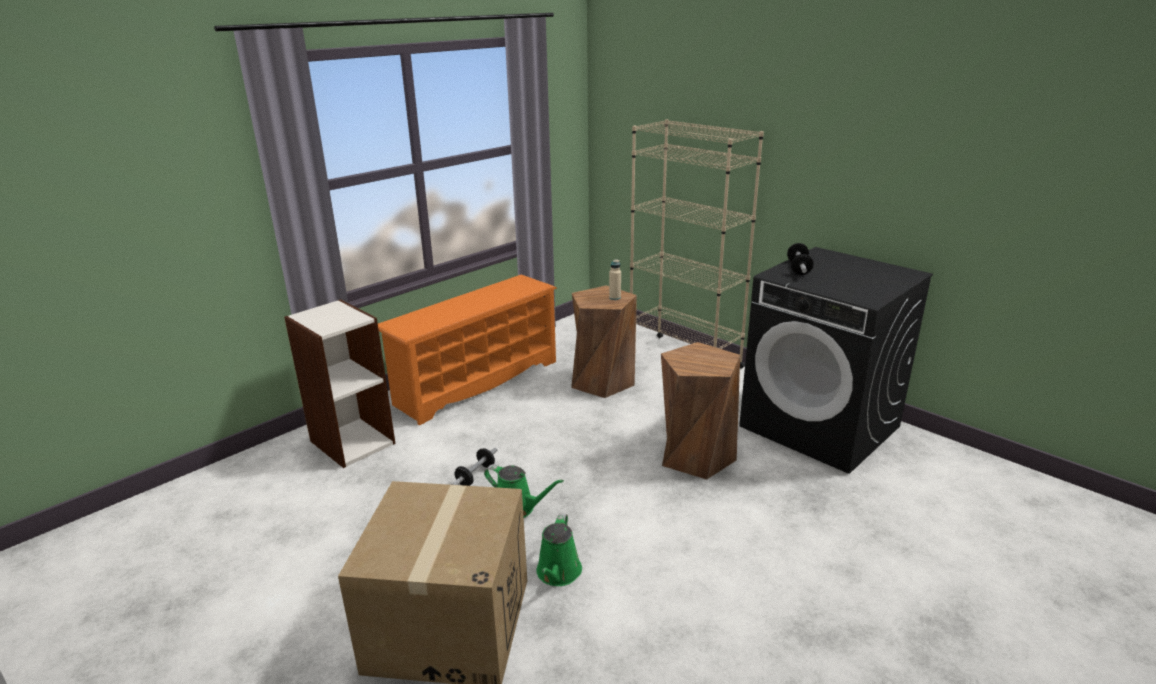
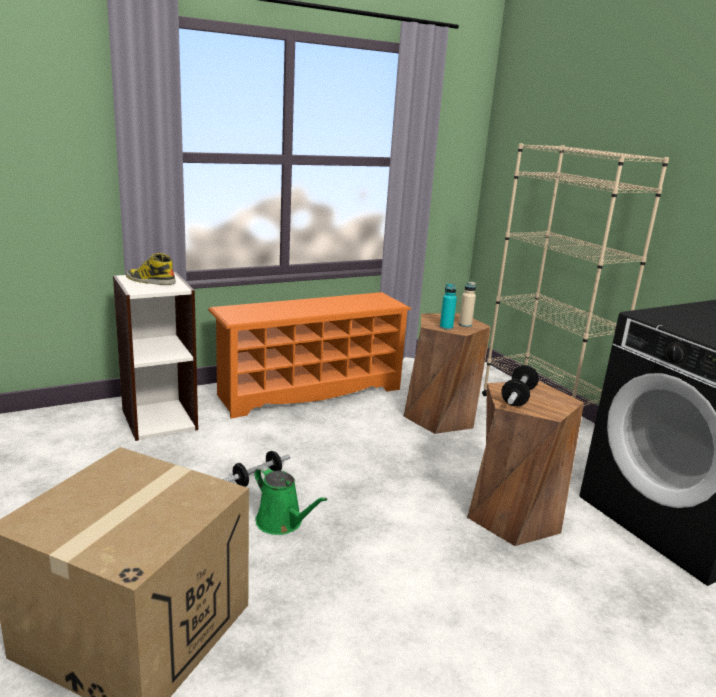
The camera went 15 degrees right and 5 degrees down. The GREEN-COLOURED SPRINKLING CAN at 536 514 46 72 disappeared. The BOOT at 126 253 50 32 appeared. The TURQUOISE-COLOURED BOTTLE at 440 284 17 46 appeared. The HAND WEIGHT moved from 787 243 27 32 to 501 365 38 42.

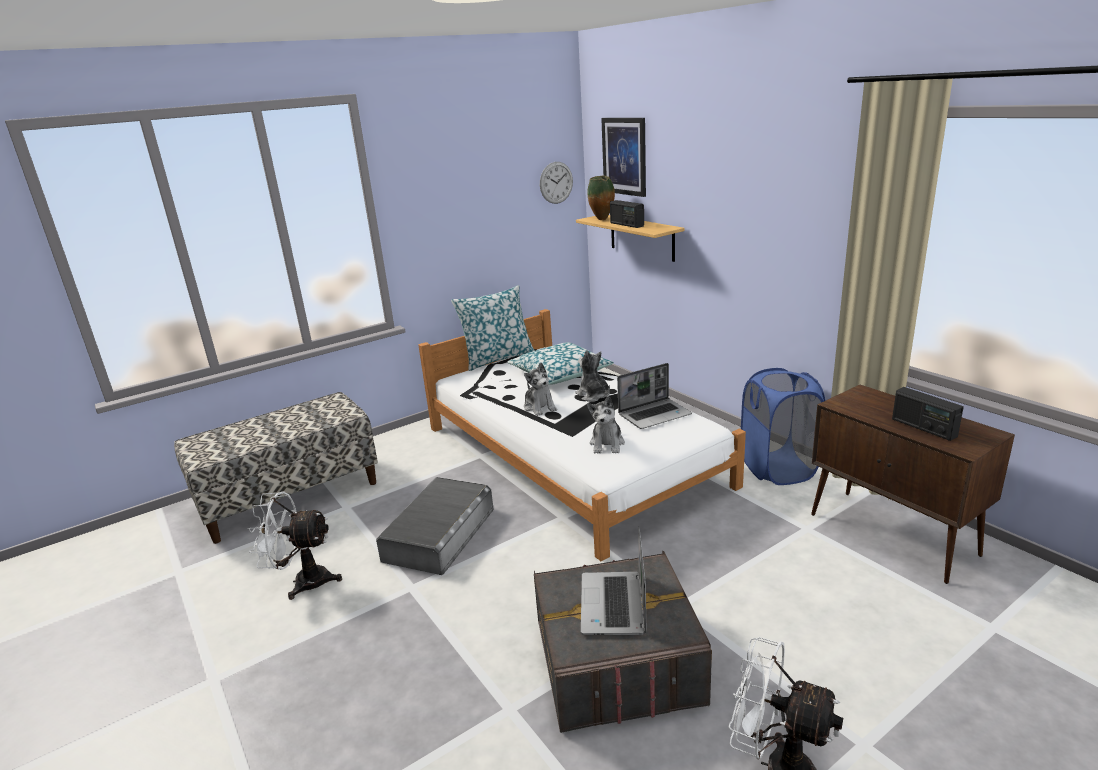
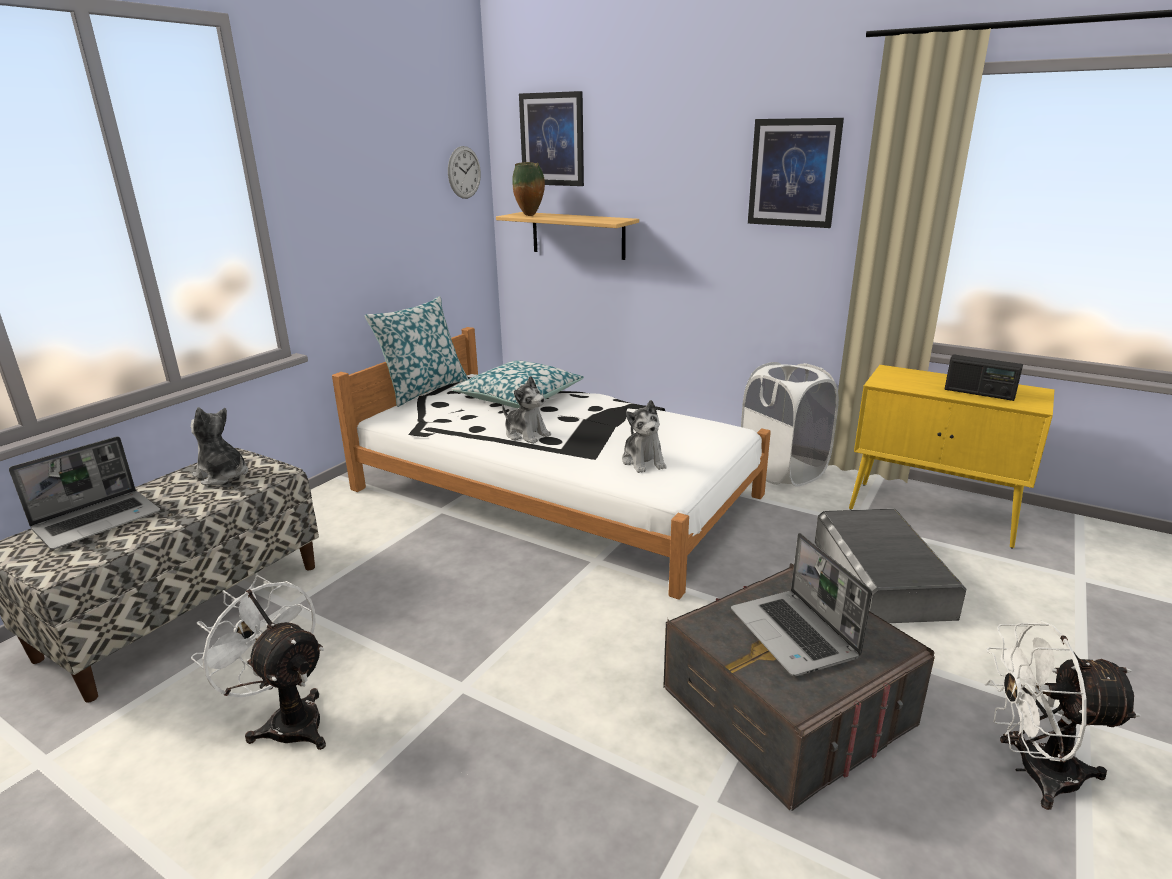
The camera went 25 degrees left and 0 degrees up. The RADIO RECEIVER at 610 200 34 28 disappeared. The PICTURE at 748 118 96 110 appeared. The GREY STORAGE CONTAINER moved from 376 477 118 98 to 815 509 151 114. The SOFT TOY moved from 575 350 35 52 to 191 407 57 79. The NOTEBOOK COMPUTER moved from 617 363 75 66 to 9 436 151 114. The BLUE-COLOURED HAMPER at 741 368 84 117 became the WHITISH HAMPER at 741 362 98 125. The BROWNISH STORAGE CABINET at 811 385 204 199 became the YELLOWISH STORAGE CABINET at 849 365 205 183. The WHITISH ELECTRIC FAN at 247 491 95 109 turned 60 degrees clockwise.

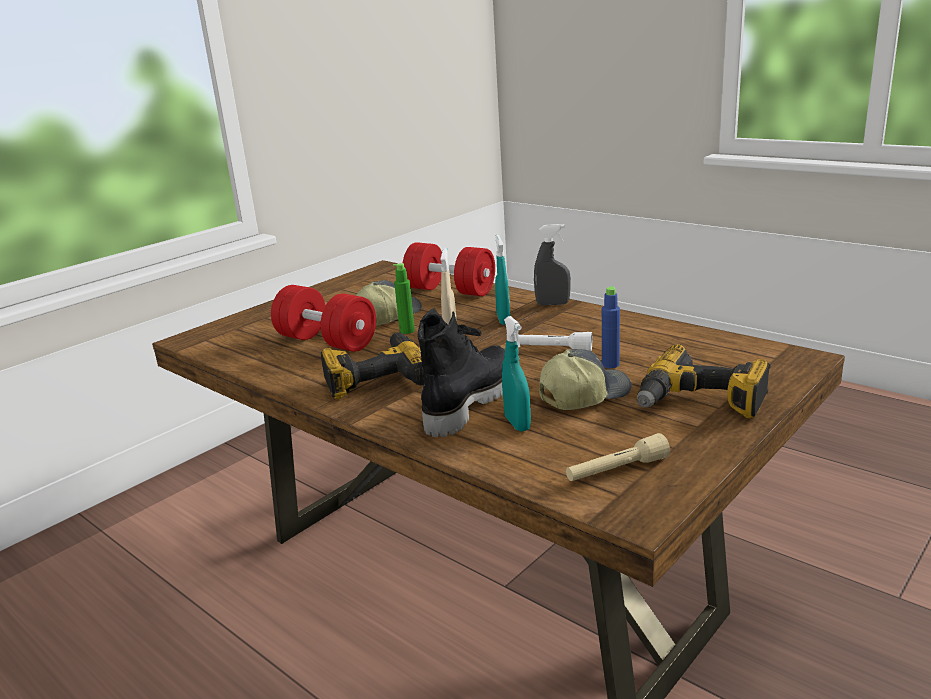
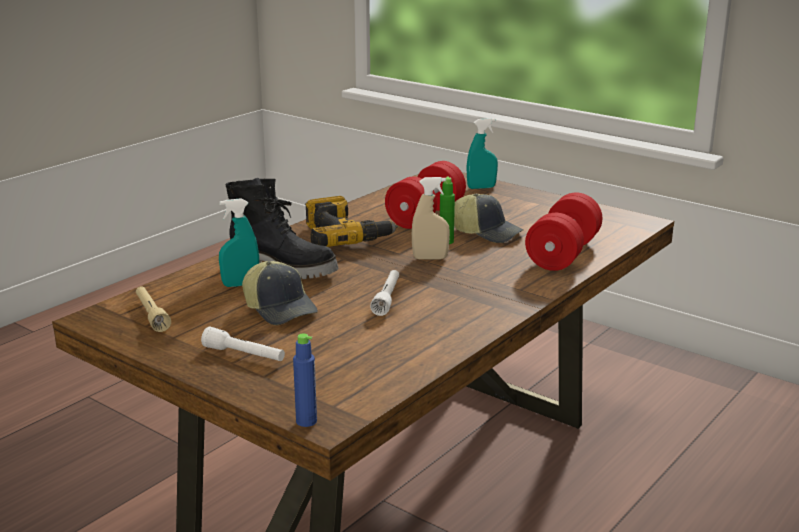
The camera went 85 degrees right and 0 degrees up. The GREY HAND SPRAYER at 534 224 37 81 disappeared. The TURQUOISE-COLOURED HAND SPRAYER moved from 495 234 15 91 to 466 118 32 71. The BLUE-COLOURED BOTTLE moved from 602 286 18 82 to 293 333 24 94. The POWER DRILL at 637 344 134 74 was replaced by the WHITISH TORCH at 201 327 84 34.

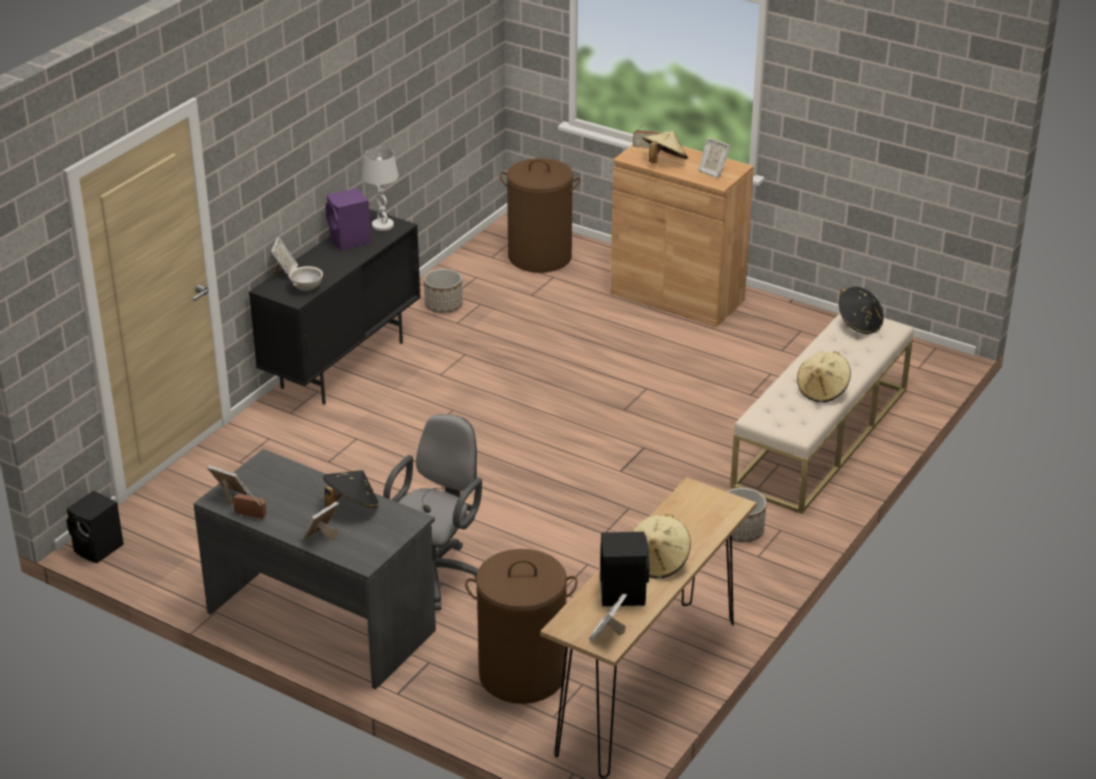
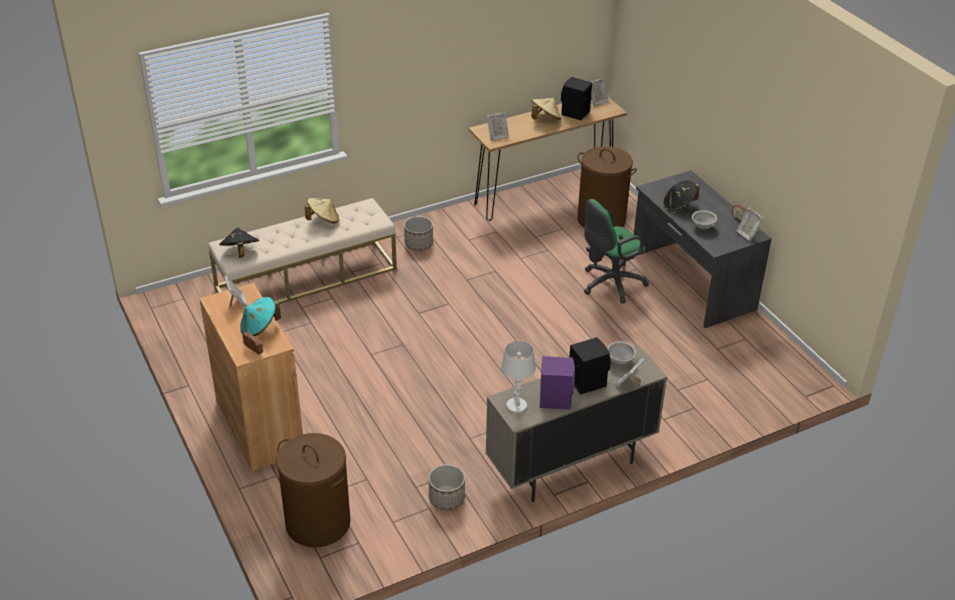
The camera went 150 degrees left and 5 degrees up. The GREY BOWL at 692 210 25 20 appeared. The BLACK-COLOURED LOUDSPEAKER moved from 66 491 58 72 to 569 337 42 58. The PICTURE FRAME moved from 301 502 39 38 to 487 113 22 28. The BLACK-COLOURED STORAGE CABINET at 249 209 172 196 became the BEIGE-COLOURED STORAGE CABINET at 486 344 181 158. The GREY OFFICE CHAIR at 383 414 99 197 became the GREEN-COLOURED OFFICE CHAIR at 584 199 65 104. The BEIGE-COLOURED WEARABLE HAT at 642 131 46 33 became the TURQUOISE-COLOURED WEARABLE HAT at 240 297 41 39.

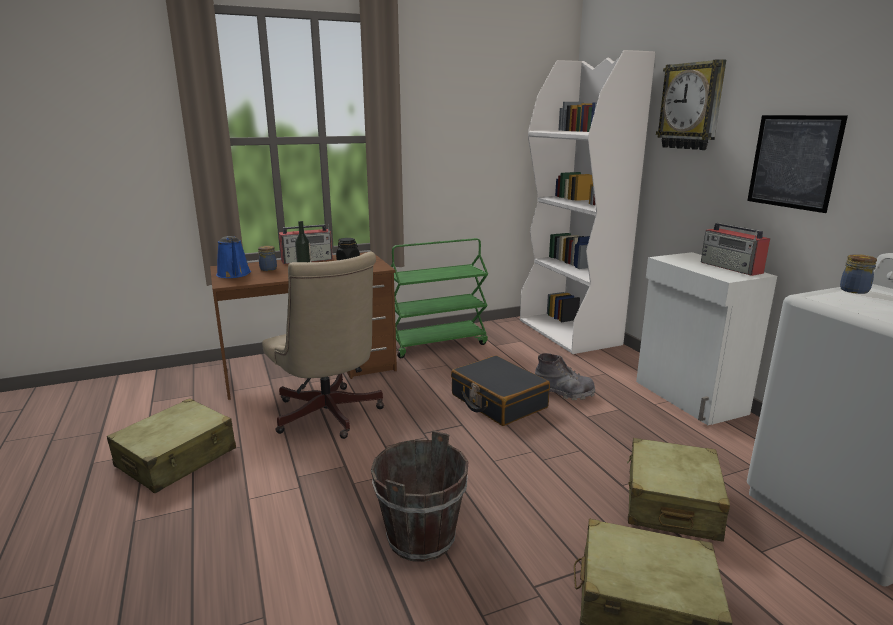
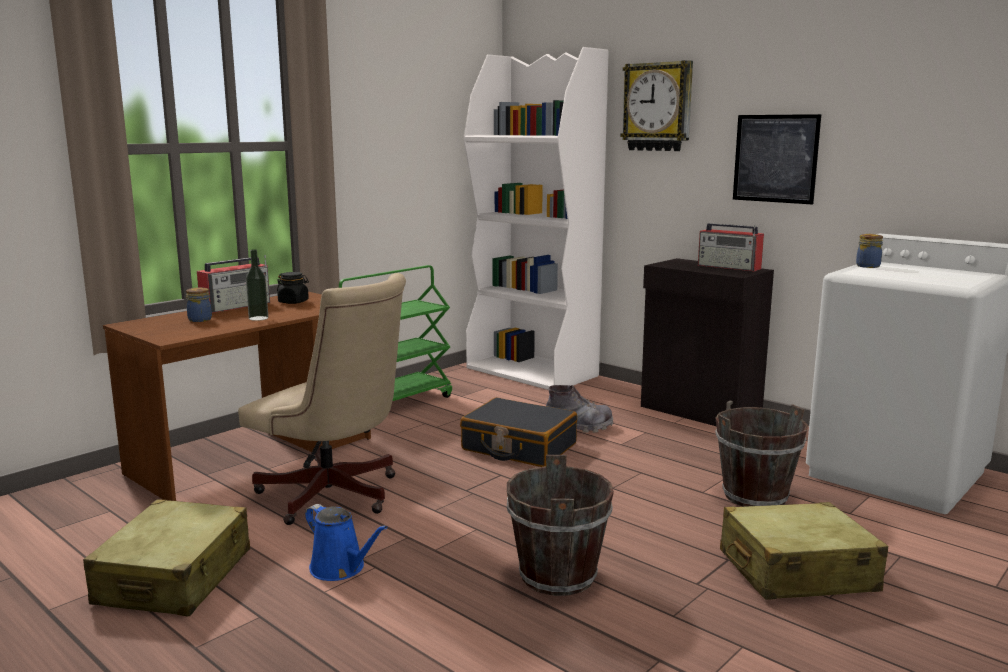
The camera went 25 degrees left and 5 degrees down. The BLUE-COLOURED SPRINKLING CAN moved from 216 236 35 42 to 305 504 83 77. The BEIGE-COLOURED SUITCASE at 627 438 103 104 was replaced by the BROWNISH PAIL at 715 405 93 102. The WHITISH STORAGE CABINET at 636 252 141 173 became the BLACK-COLOURED STORAGE CABINET at 641 258 133 168.

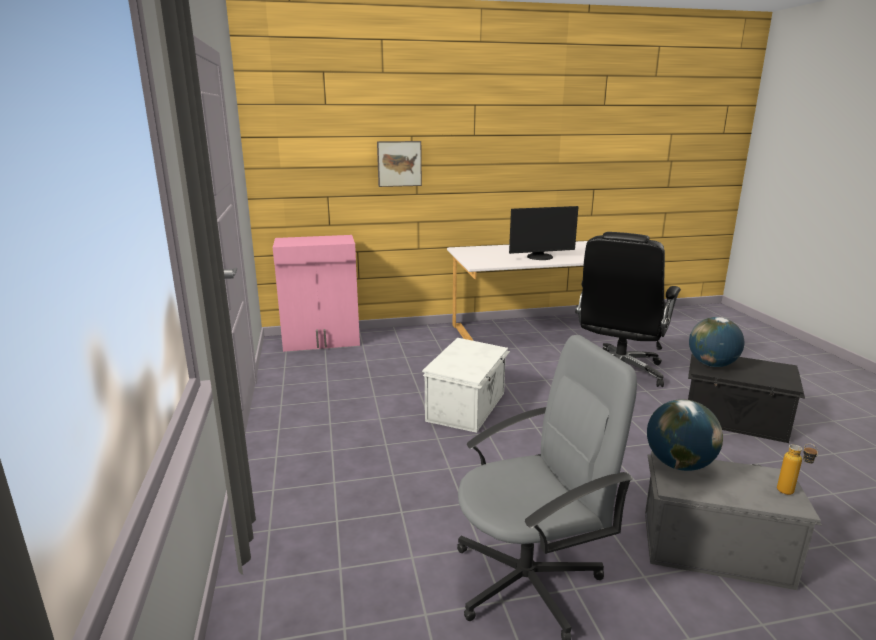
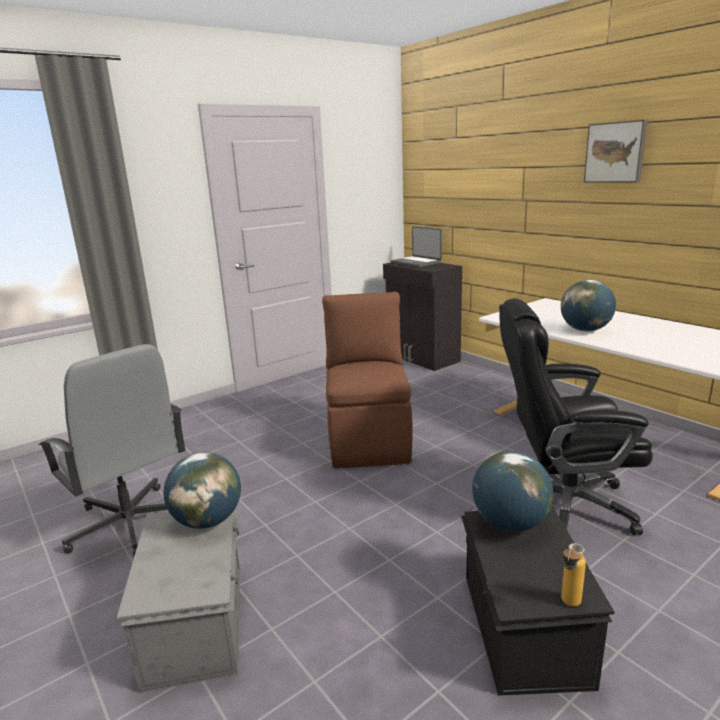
The camera went 65 degrees right and 0 degrees up. The NOTEBOOK COMPUTER at 391 226 51 41 appeared. The PICTURE moved from 377 141 45 46 to 584 120 64 62. The BOTTLE moved from 777 443 41 52 to 561 543 25 63. The WHITISH STORAGE CONTAINER at 422 338 88 95 was replaced by the BROWNISH UPRIGHT CHAIR at 322 292 91 176. The MONITOR at 509 206 70 54 was replaced by the DESK GLOBE at 561 280 55 51. The PINK-COLOURED STORAGE CABINET at 273 235 87 117 became the BLACK-COLOURED STORAGE CABINET at 383 263 79 108.

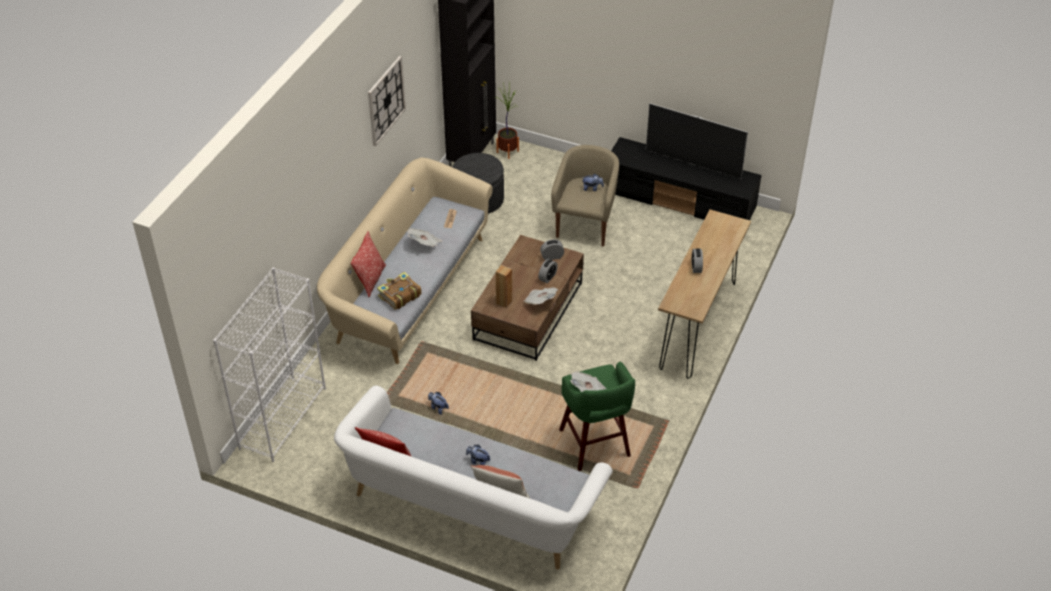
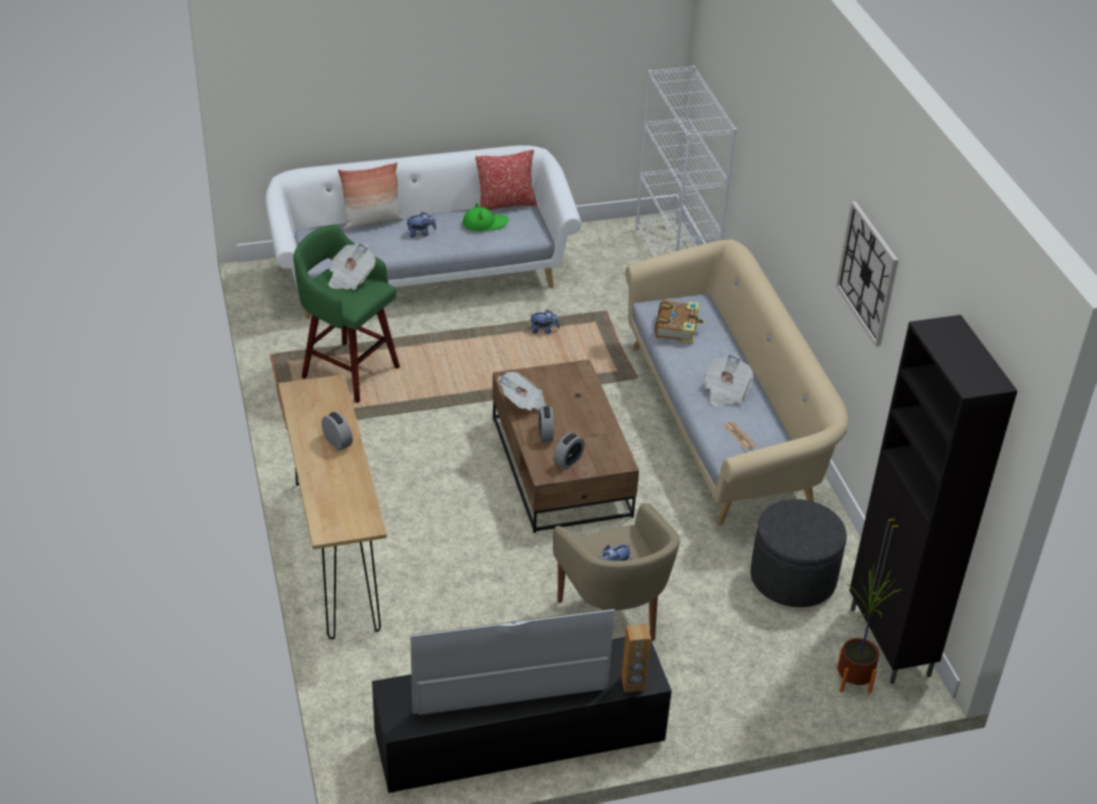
The camera went 140 degrees right and 5 degrees down. The PILLOW at 351 231 35 66 disappeared. The GREEN-COLOURED WEARABLE HAT at 463 203 46 28 appeared. The BROWNISH LOUDSPEAKER moved from 496 265 16 43 to 621 624 30 68.

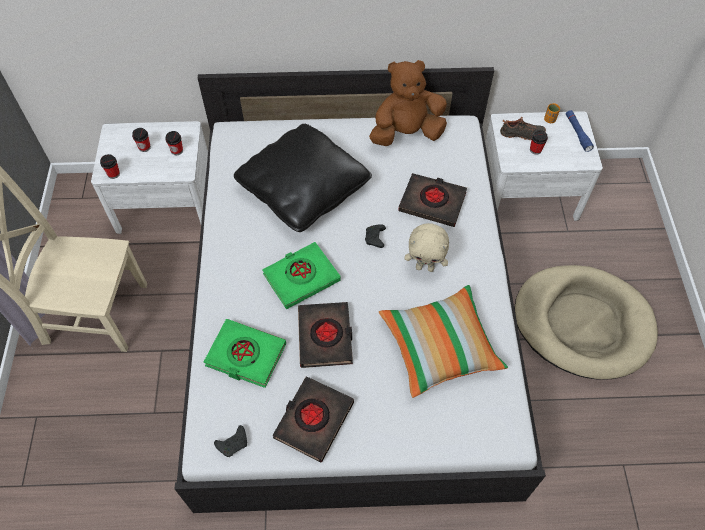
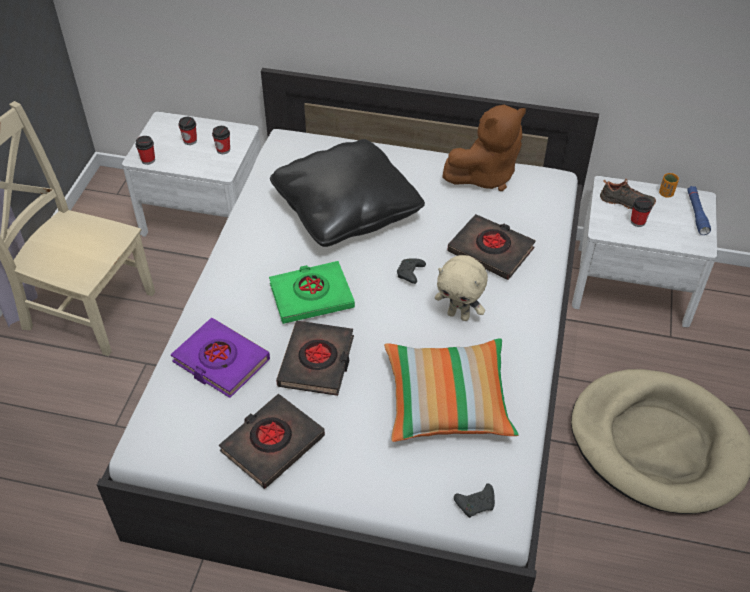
The camera went 15 degrees right and 10 degrees down. The BLACK-COLOURED JOYPAD moved from 214 425 33 32 to 454 484 41 34. The GREEN-COLOURED BOOK at 204 319 82 69 became the PURPLISH BOOK at 171 318 99 80. The BROWNISH SOFT TOY at 369 60 78 86 turned 150 degrees clockwise.

